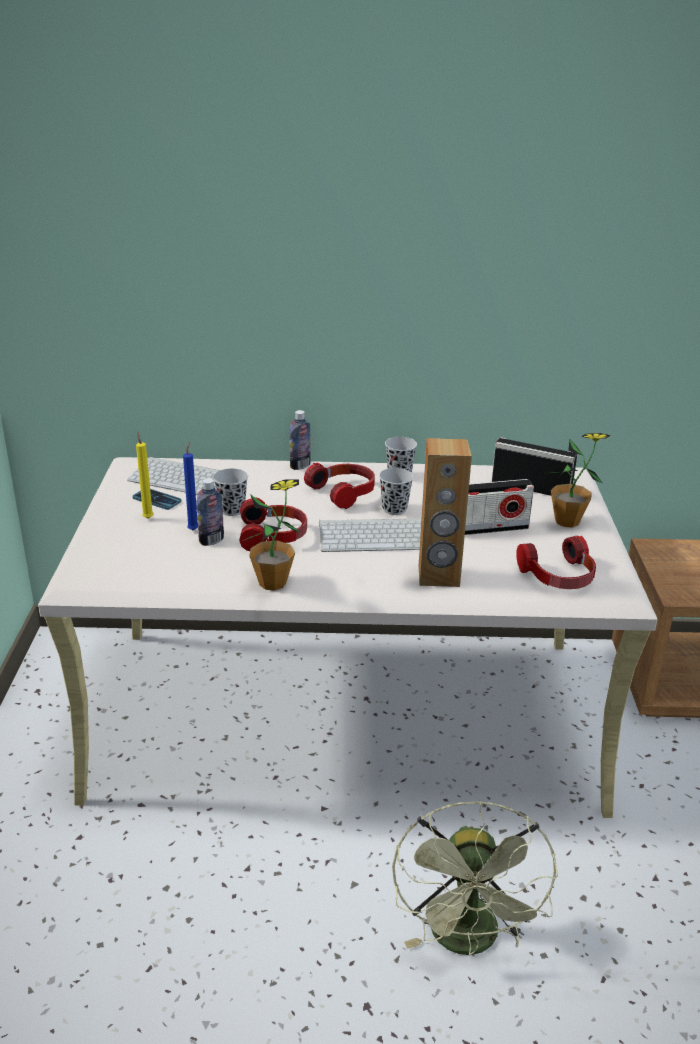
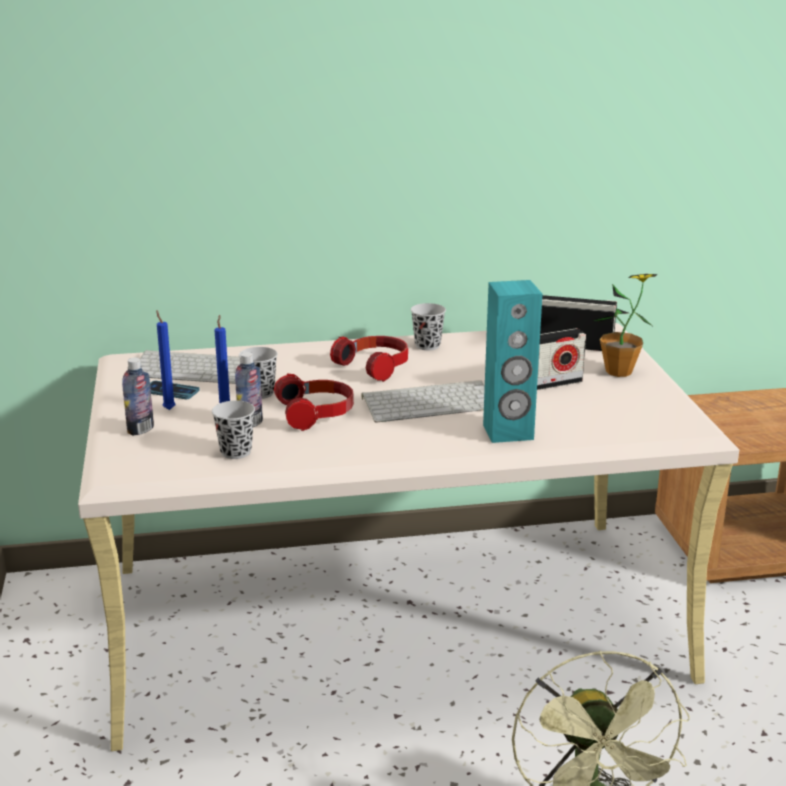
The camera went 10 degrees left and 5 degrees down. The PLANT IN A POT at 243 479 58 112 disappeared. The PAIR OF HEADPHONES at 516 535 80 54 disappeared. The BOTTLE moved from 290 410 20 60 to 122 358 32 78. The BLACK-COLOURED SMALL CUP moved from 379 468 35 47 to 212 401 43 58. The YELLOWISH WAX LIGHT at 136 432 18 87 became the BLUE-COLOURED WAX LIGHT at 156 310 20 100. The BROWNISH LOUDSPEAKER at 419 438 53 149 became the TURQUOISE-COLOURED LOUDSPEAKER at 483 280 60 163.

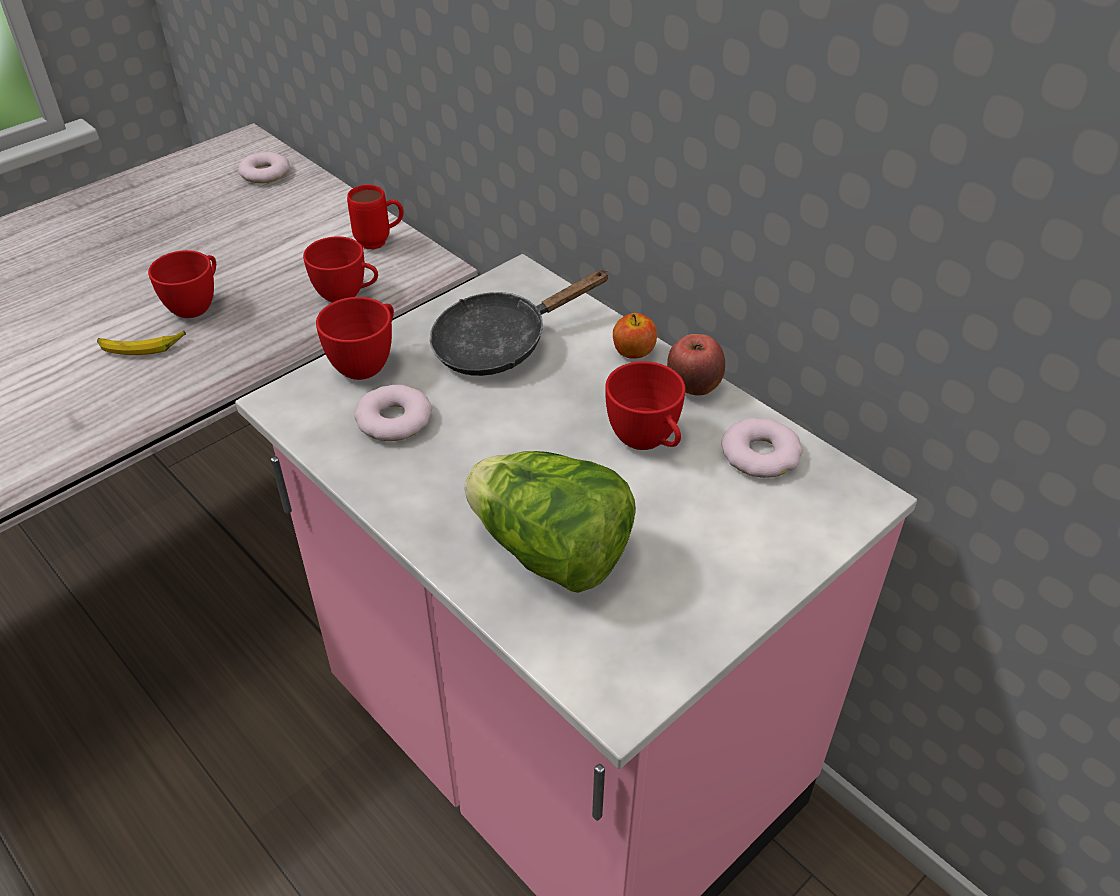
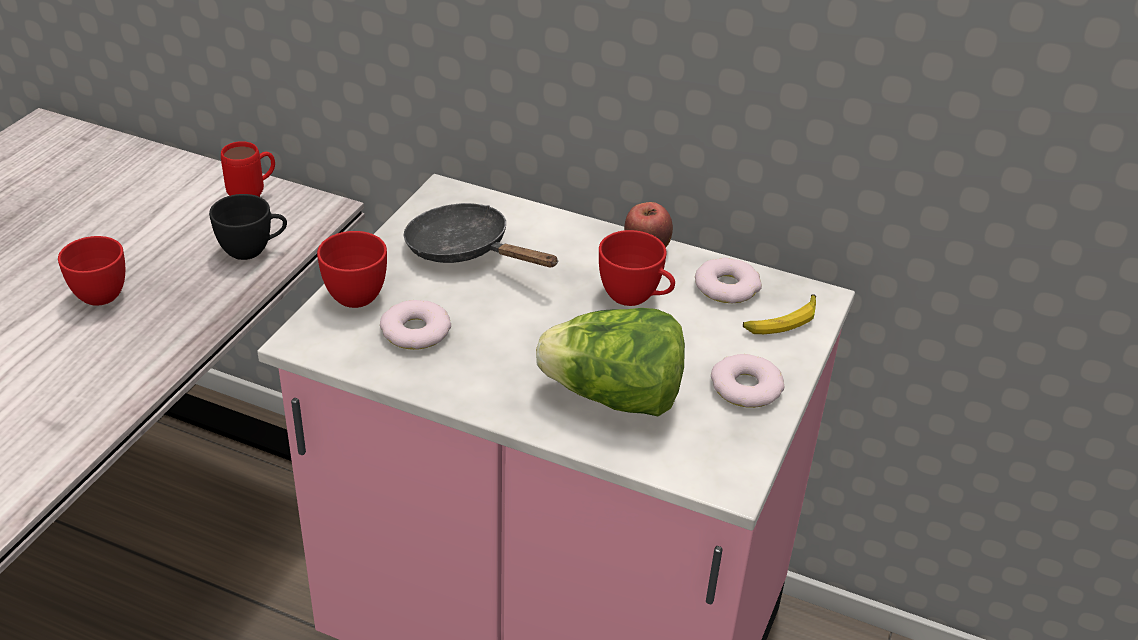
The camera went 25 degrees left and 5 degrees down. The WHOLE APPLE at 613 313 44 45 disappeared. The BANANA FRUIT moved from 97 330 89 25 to 743 294 73 40. The DONUT moved from 238 152 52 31 to 711 354 74 54. The REDDISH SMALL CUP at 303 236 75 67 became the BLACK-COLOURED SMALL CUP at 209 194 78 66. The BLACK-COLOURED PAN at 430 270 180 106 turned 90 degrees clockwise.

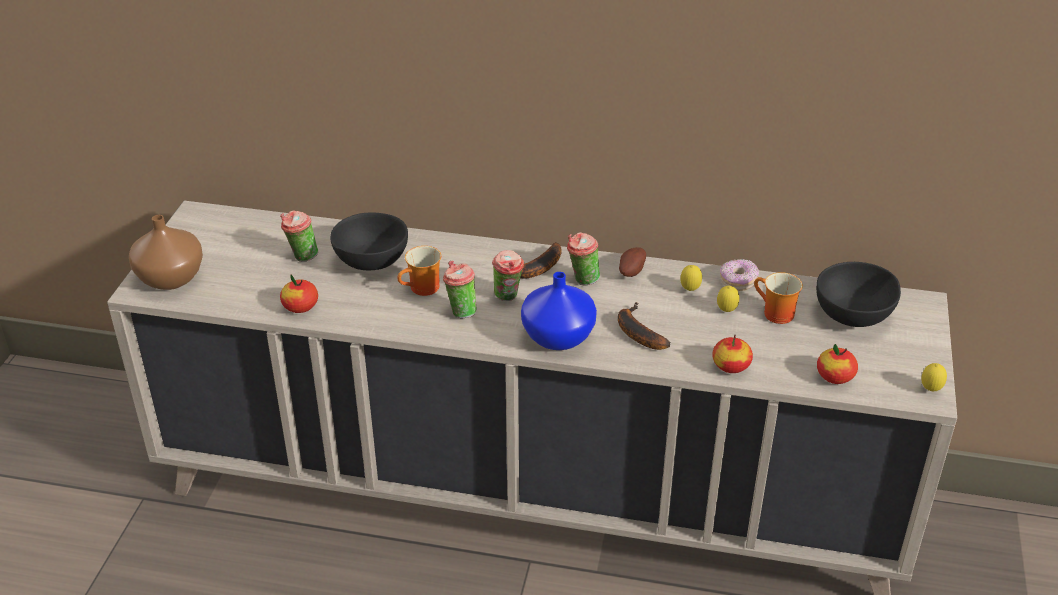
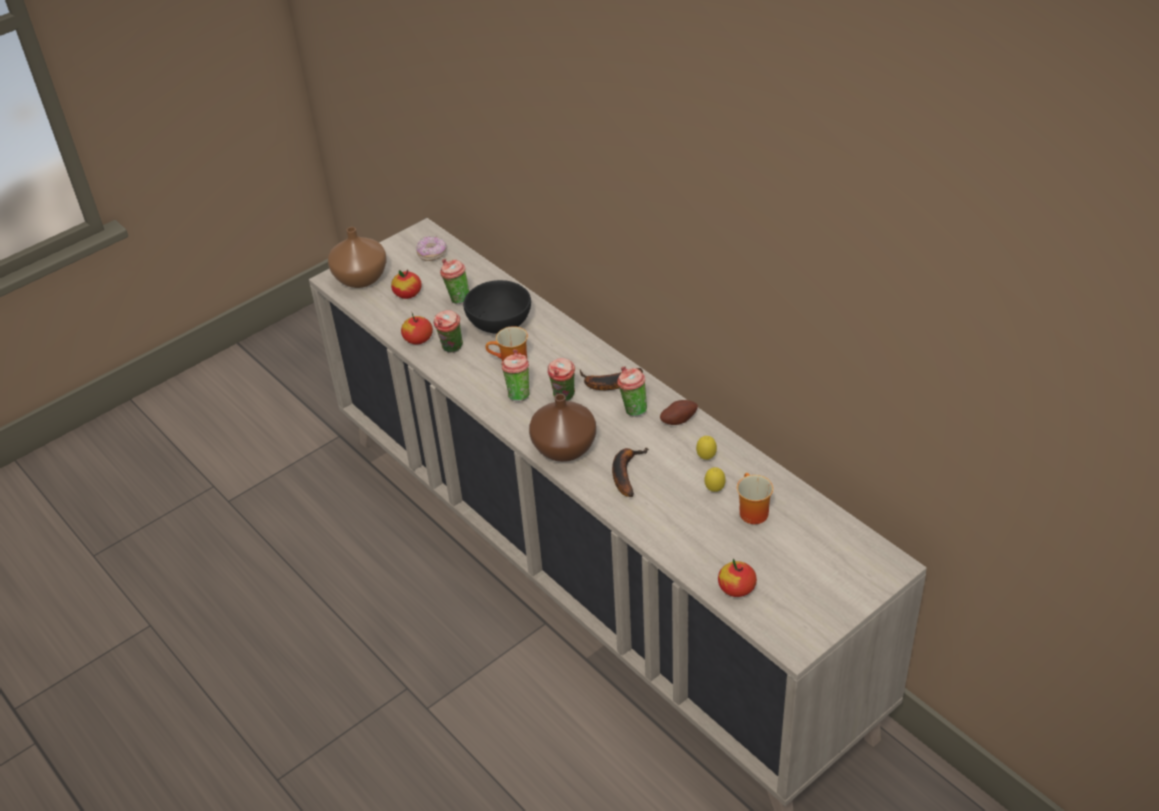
The camera went 40 degrees right and 5 degrees up. The BLACK-COLOURED BOWL at 816 262 85 65 disappeared. The LEMON at 921 363 26 28 disappeared. The SMALL CUP at 434 310 29 43 appeared. The WHOLE APPLE moved from 712 335 41 38 to 391 270 31 29. The DONUT moved from 720 259 39 32 to 416 236 30 25. The BLUE-COLOURED VASE at 521 272 76 78 became the BROWNISH VASE at 529 394 67 68.

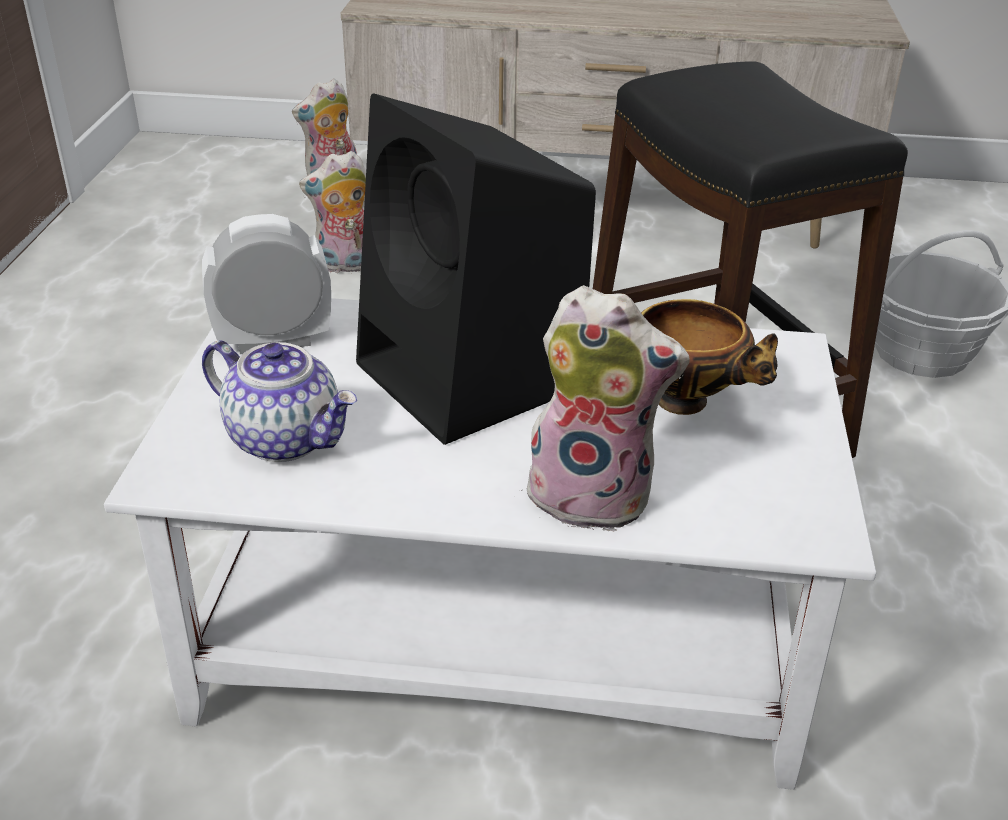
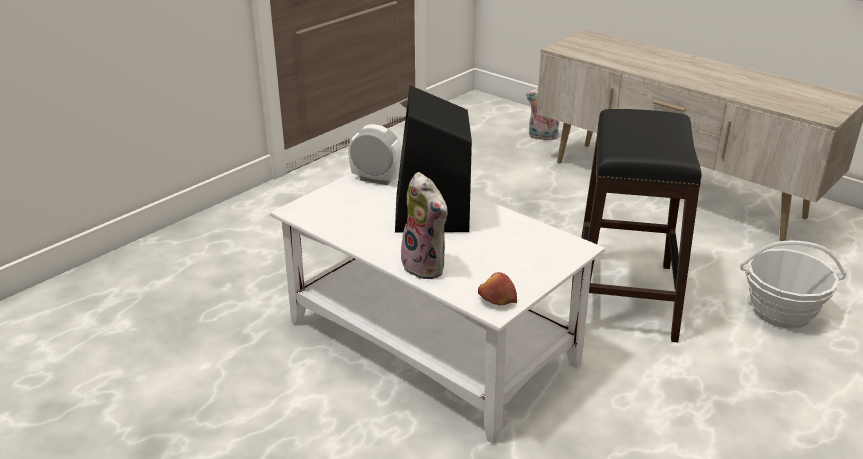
The camera went 35 degrees right and 5 degrees down. The TEAPOT at 202 340 155 122 disappeared. The SOFT TOY at 299 151 67 122 disappeared. The BOWL at 641 299 137 116 disappeared. The WHOLE APPLE at 478 272 39 33 appeared.

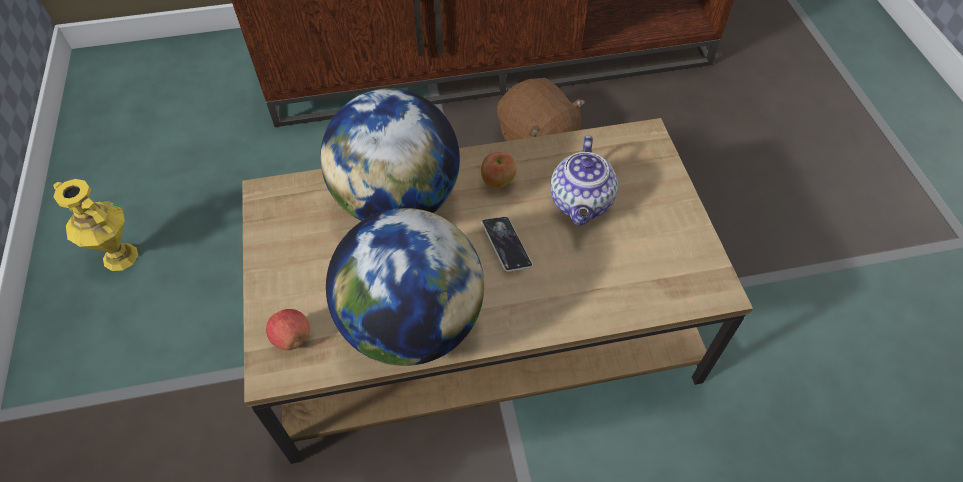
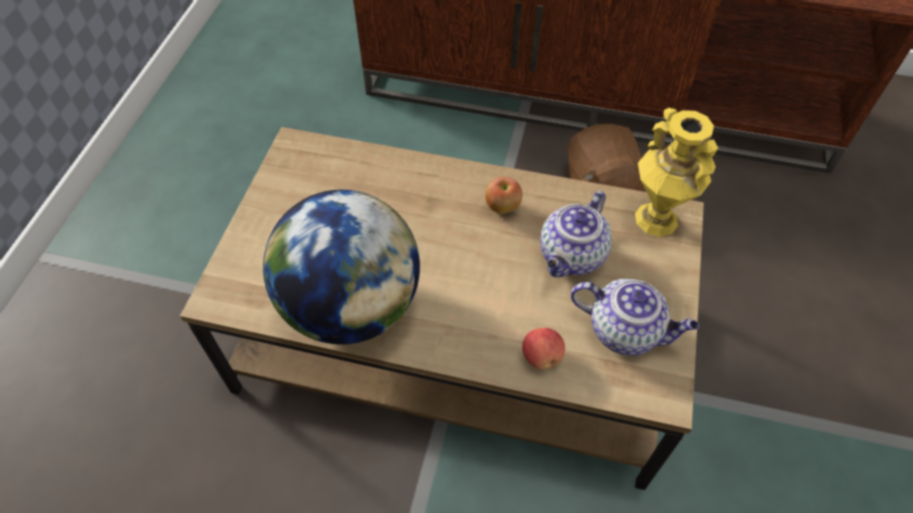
The camera went 25 degrees right and 0 degrees up. The DESK GLOBE at 320 88 140 133 disappeared. The HANDSET at 481 217 52 55 disappeared. The TEAPOT at 571 279 128 77 appeared. The YELLOWISH VASE moved from 53 179 85 92 to 635 108 83 129. The WHOLE APPLE moved from 266 309 44 41 to 522 328 43 41.

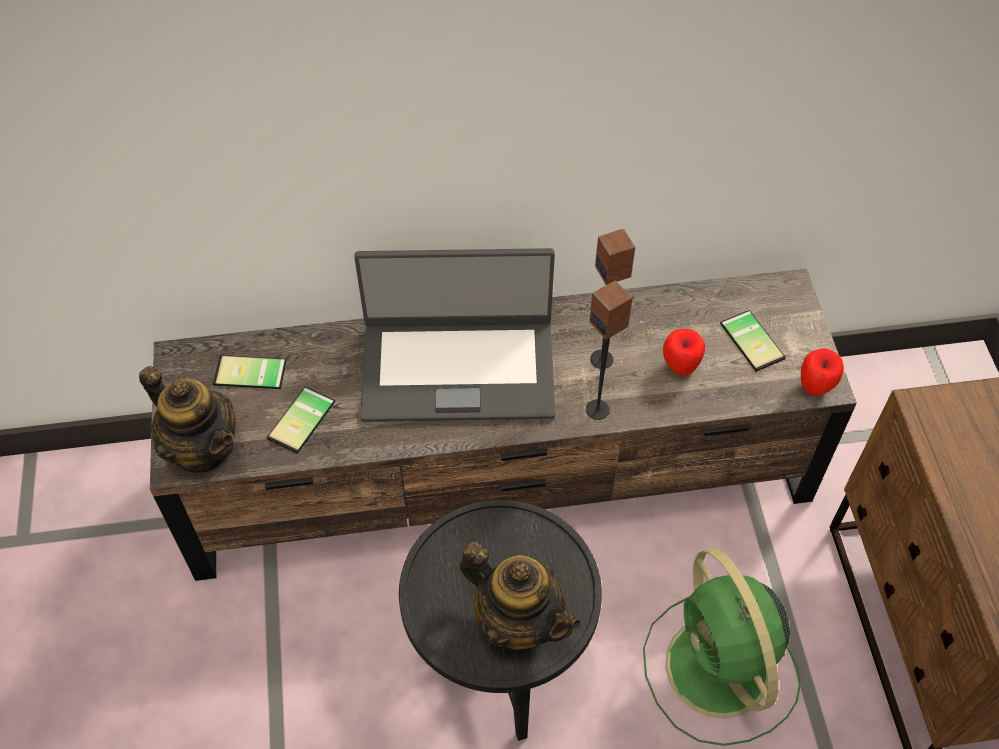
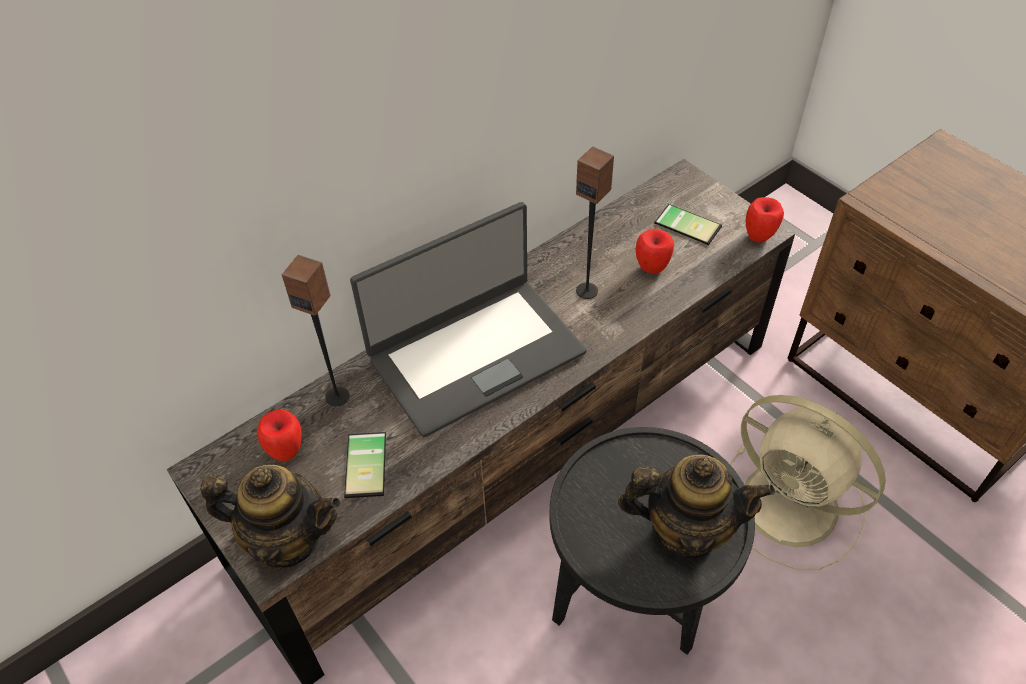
The camera went 30 degrees left and 5 degrees down. The LOUDSPEAKER moved from 586 280 47 140 to 282 255 67 151. The HANDSET at 213 355 74 34 was replaced by the WHOLE APPLE at 257 409 45 53. The GREEN-COLOURED ELECTRIC FAN at 643 548 158 198 became the BEIGE-COLOURED ELECTRIC FAN at 730 395 156 175.

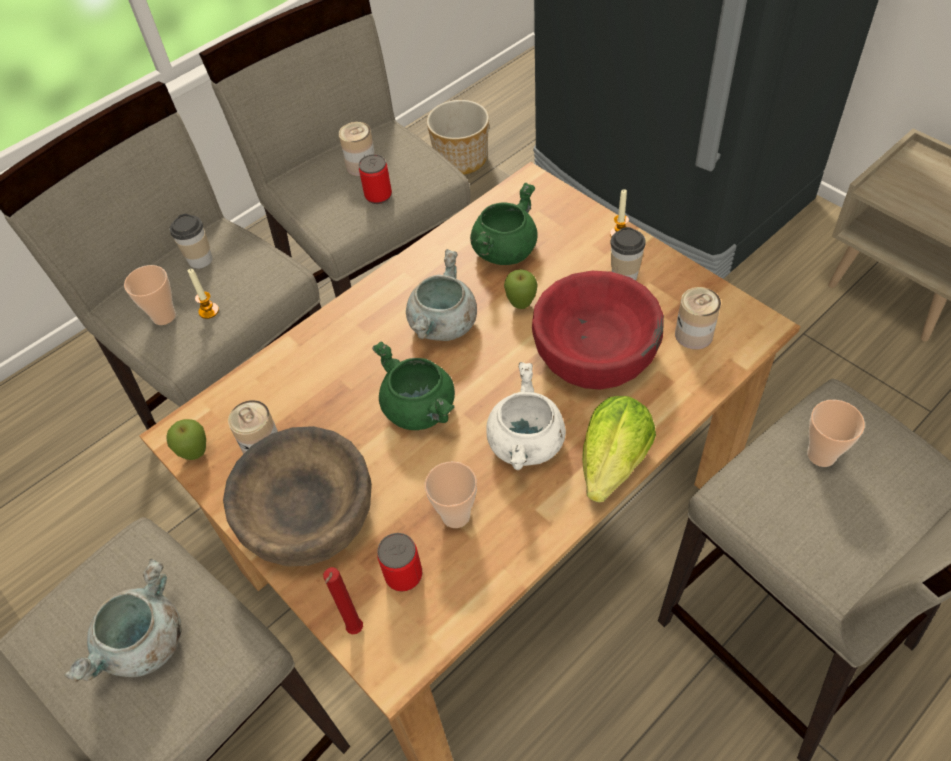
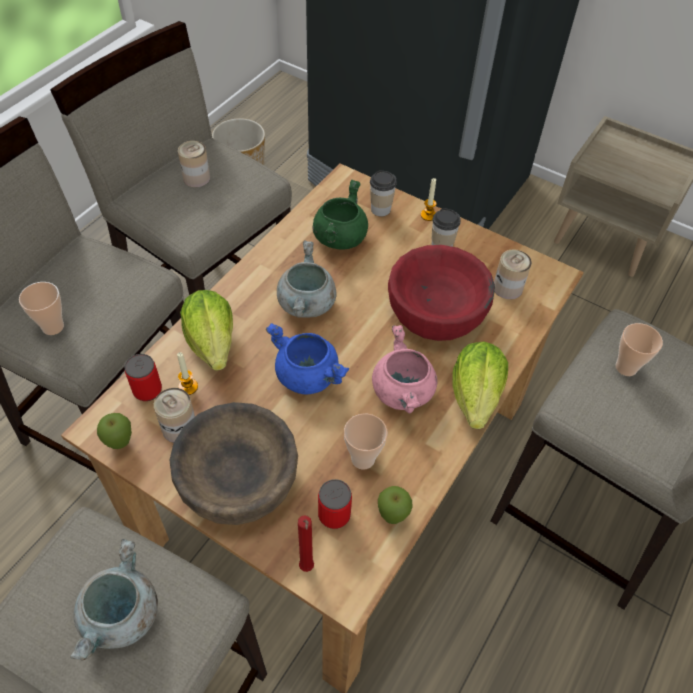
The camera went 20 degrees left and 0 degrees up. The LETTUCE at 180 290 53 81 appeared. The SMALL CUP moved from 170 214 43 55 to 370 170 27 47. The WAX LIGHT moved from 188 269 31 50 to 177 352 21 43. The SEALED CAN moved from 359 154 33 50 to 125 354 37 47. The WHOLE APPLE moved from 504 269 34 40 to 378 486 34 38. The GREEN-COLOURED COOKING POT at 372 342 83 88 became the BLUE-COLOURED COOKING POT at 266 323 83 71. The WHITISH COOKING POT at 486 362 80 108 became the PINK-COLOURED COOKING POT at 372 325 66 88.

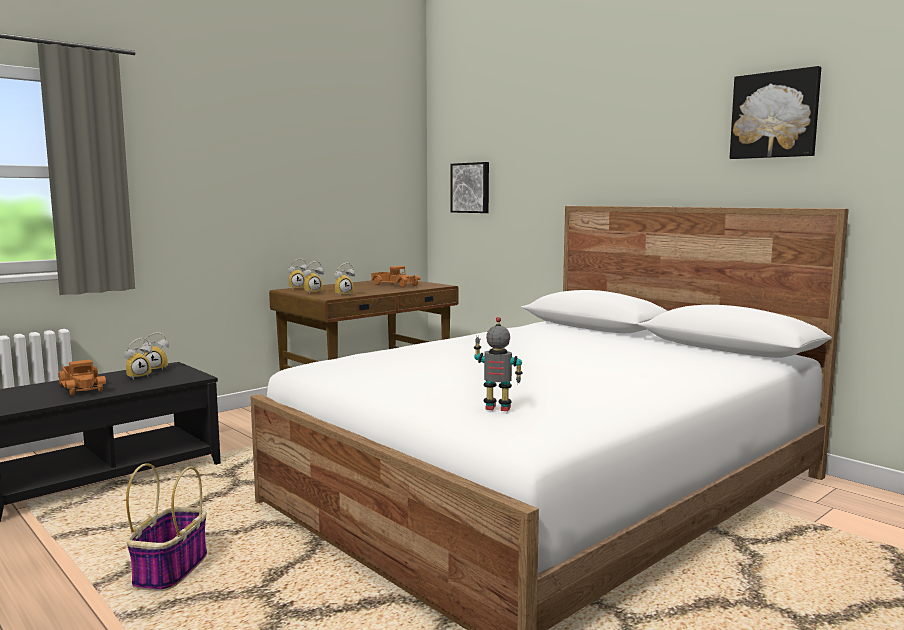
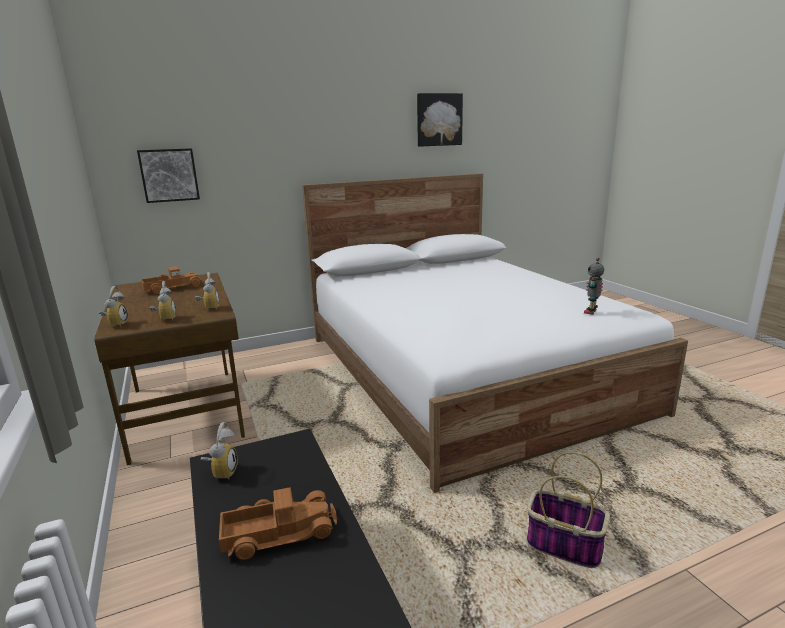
The camera went 70 degrees left and 10 degrees up. The BEDSIDE CLOCK at 124 338 28 42 disappeared.

